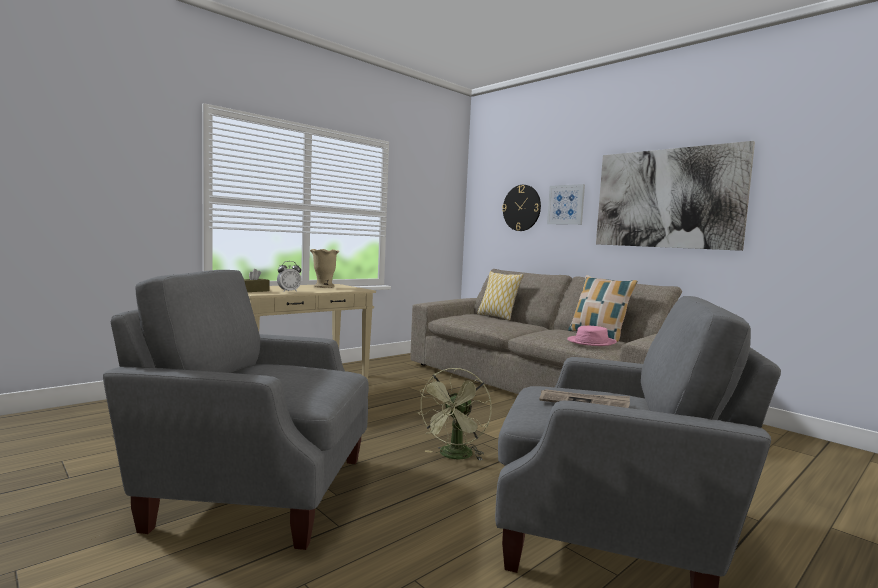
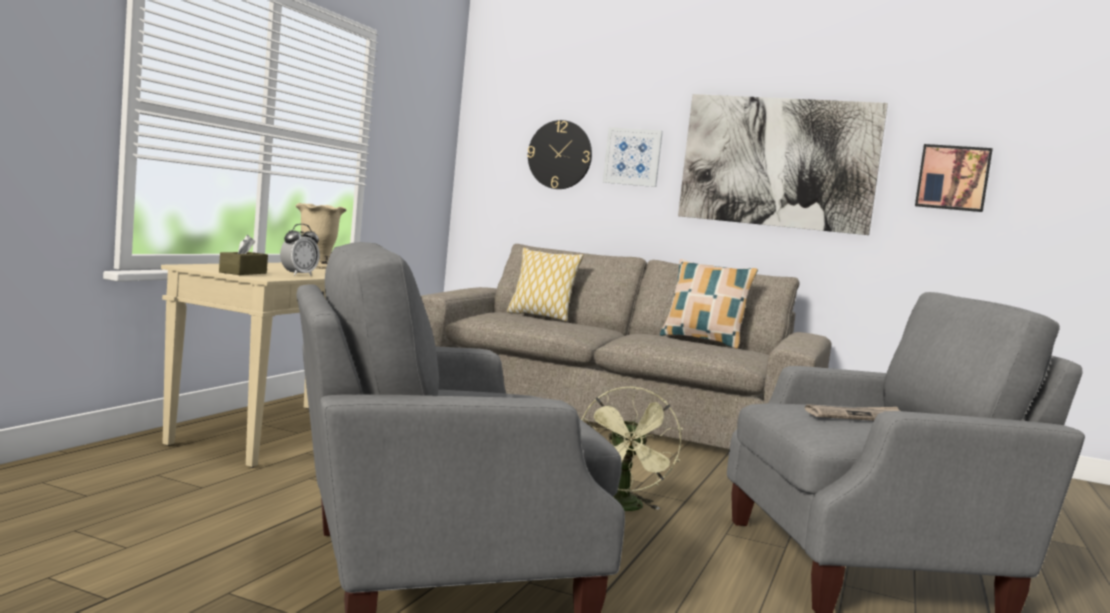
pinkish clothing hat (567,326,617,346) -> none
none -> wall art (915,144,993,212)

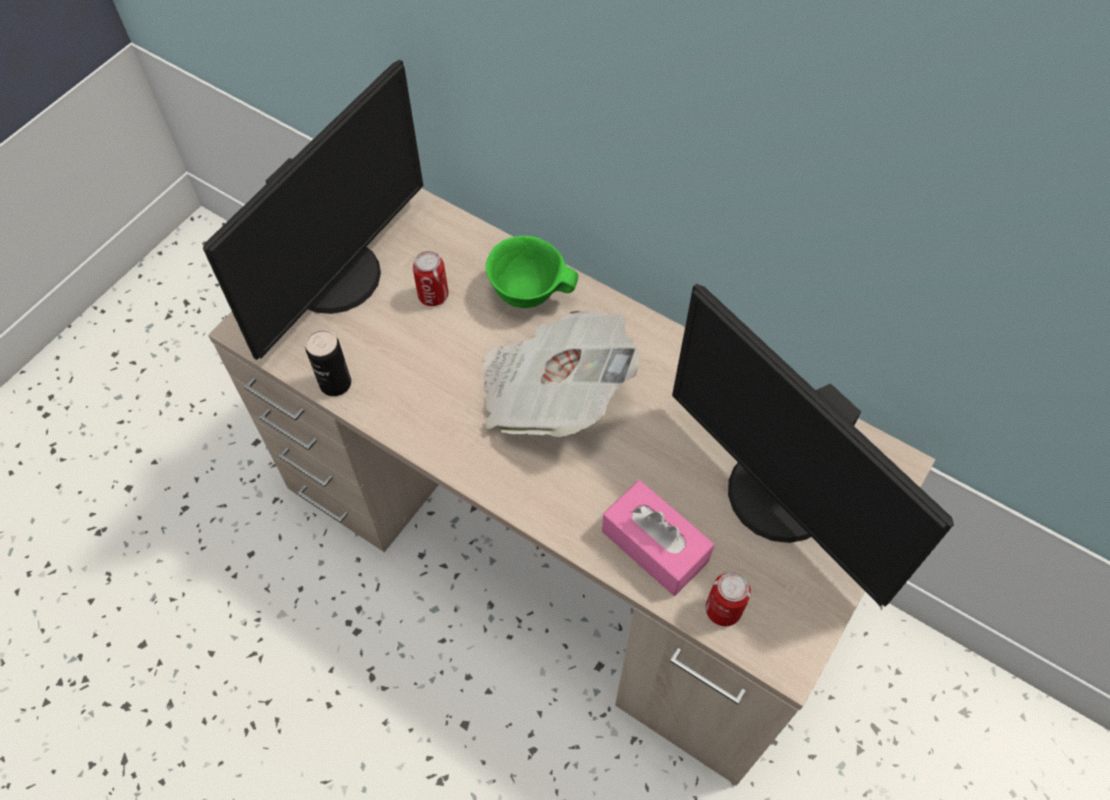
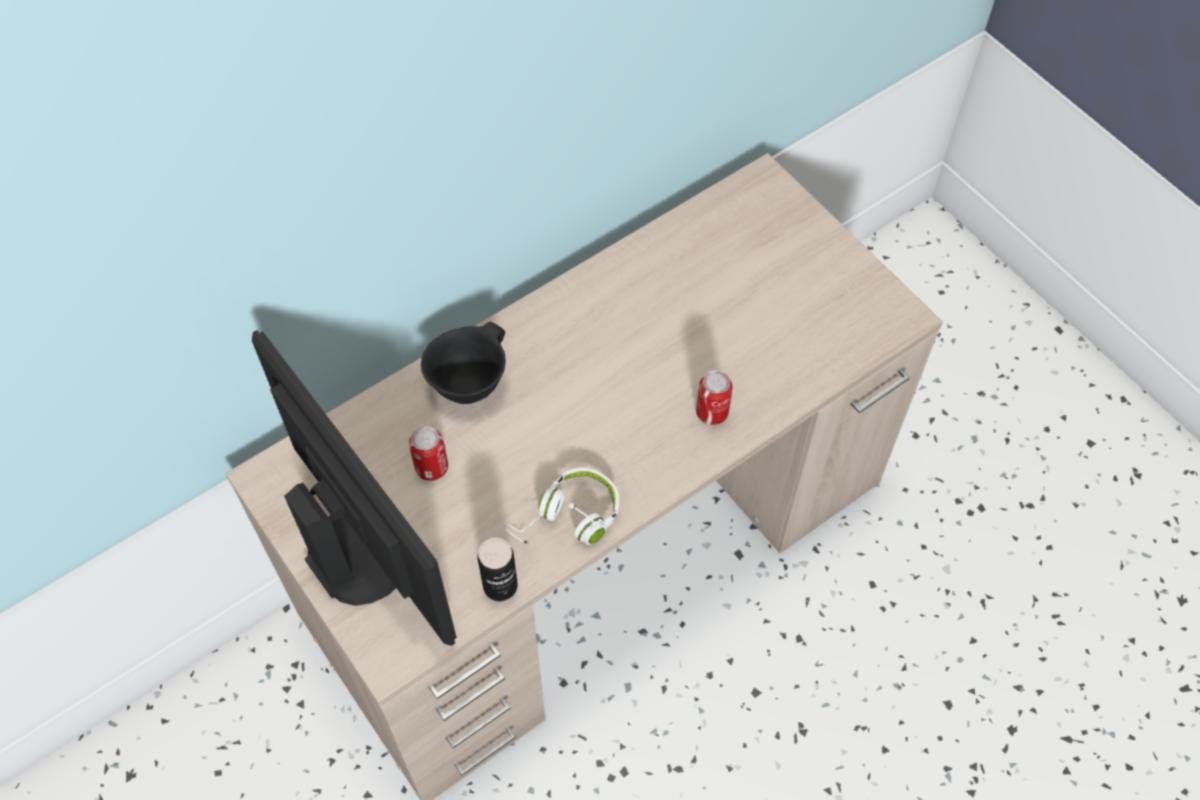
daily paper (483,310,639,437) -> none
green serving bowl (486,236,578,308) -> black serving bowl (421,322,506,404)
pinkish box of tissues (602,480,714,596) -> none
computer screen (672,284,954,607) -> none
sealed can (706,572,751,626) -> sealed can (696,370,733,425), shifted
none -> white-coloured pair of headphones (504,468,619,545)

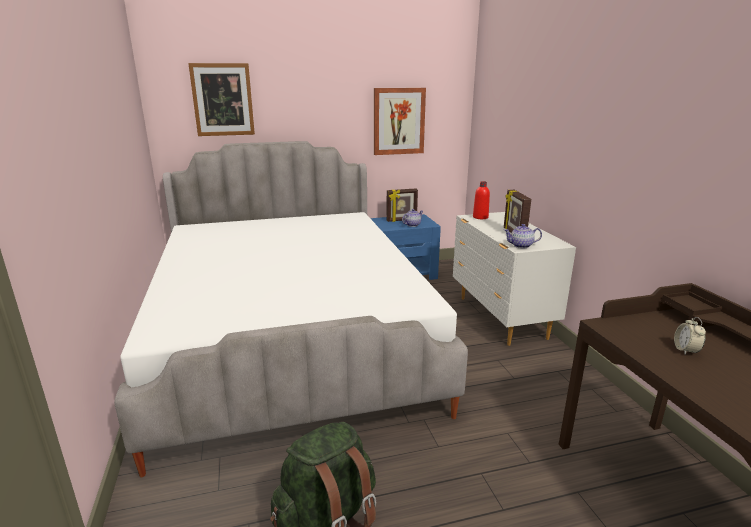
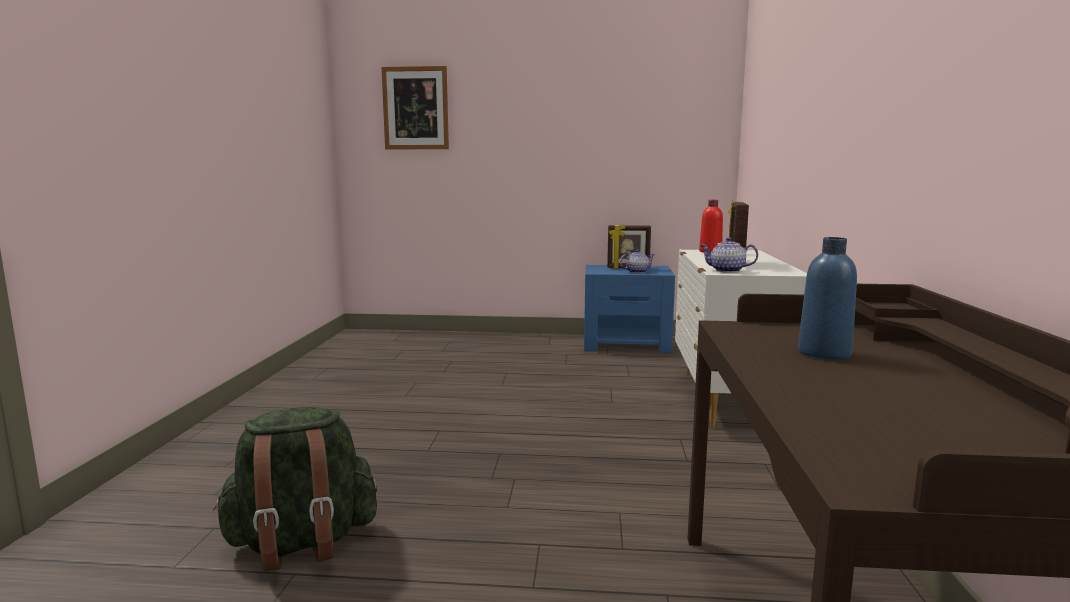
bed (114,141,468,477) -> none
wall art (374,88,426,155) -> none
table clock (674,317,706,355) -> bluish drink bottle (798,237,857,360)

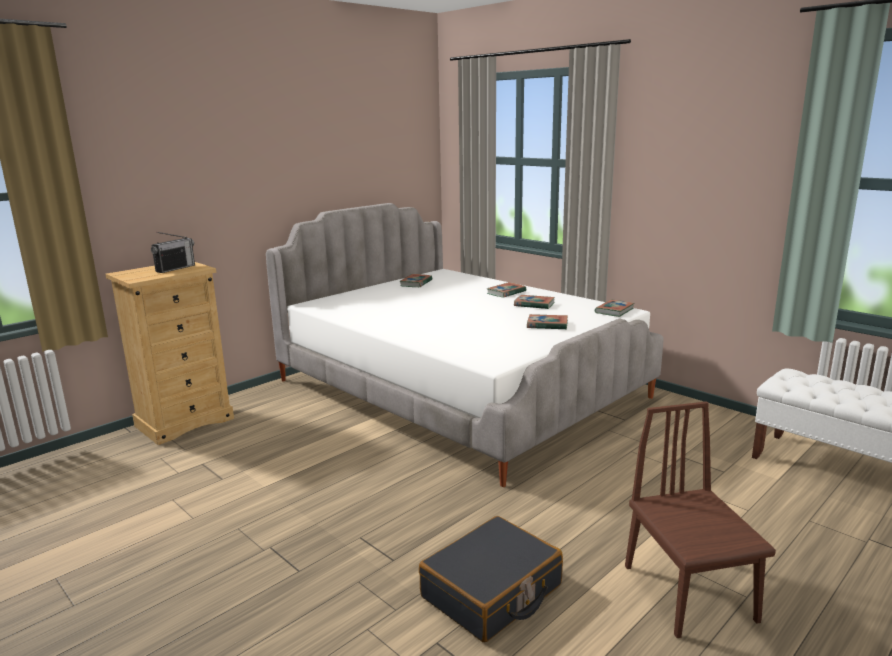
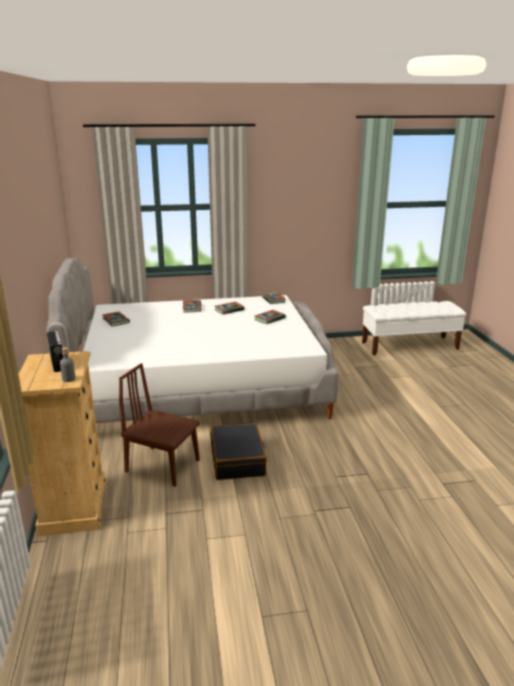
black piece of luggage (419,516,563,642) -> black piece of luggage (210,423,267,480), shifted
brown chair (625,401,776,638) -> brown chair (119,363,200,487), shifted
none -> greyish drink bottle (60,347,75,382)

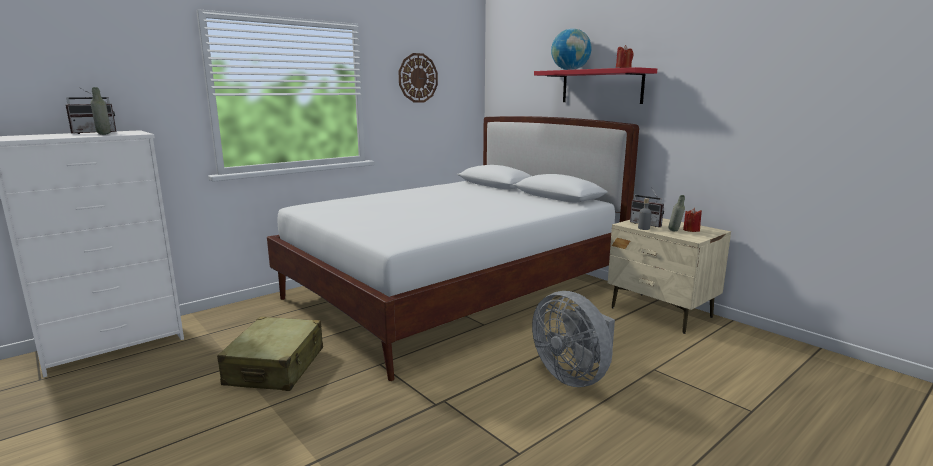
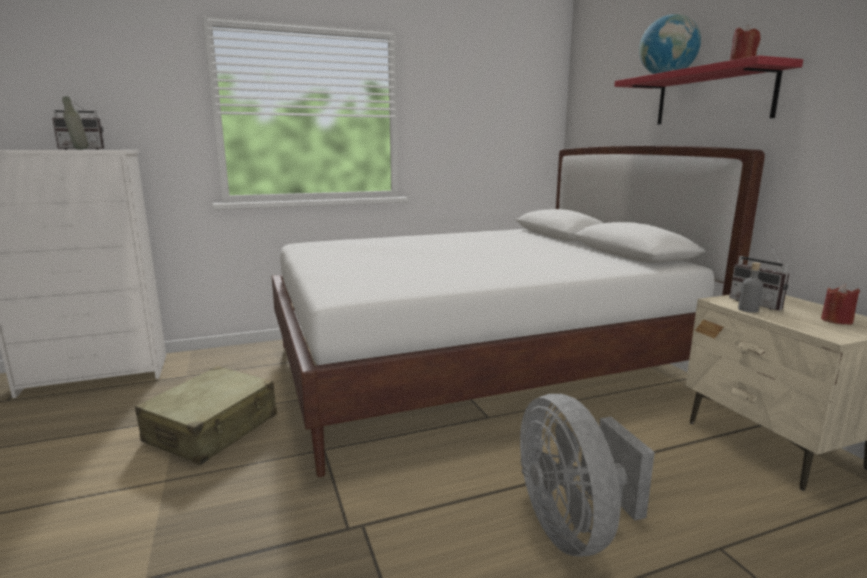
clock on the wall (399,53,438,103) -> none
greyish drink bottle (669,195,685,231) -> none

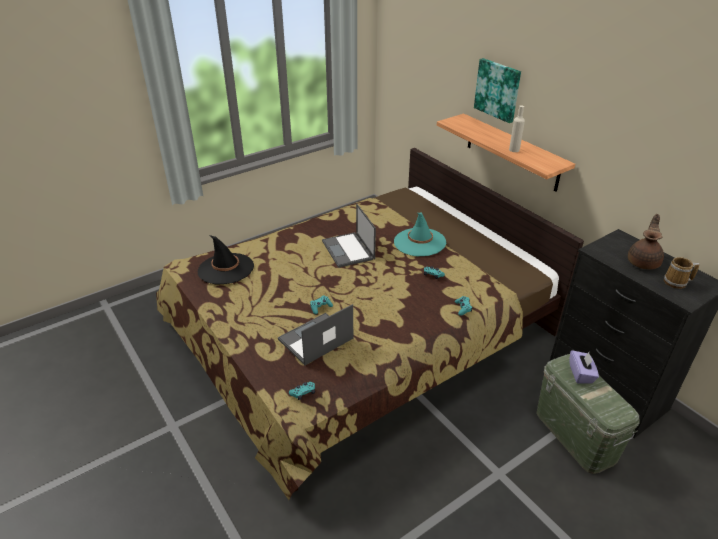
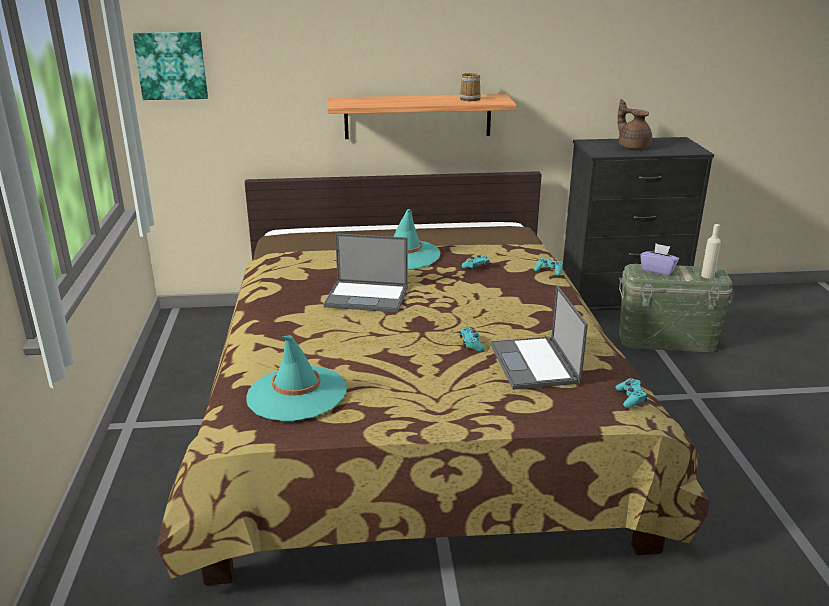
black clothing hat (198,235,254,284) -> blue-green clothing hat (246,335,347,421)
wall art (474,58,521,123) -> wall art (133,32,208,100), shifted
beige drink bottle (509,105,525,152) -> beige drink bottle (701,224,721,279), shifted
tea mug (664,257,699,289) -> tea mug (460,73,481,101), shifted

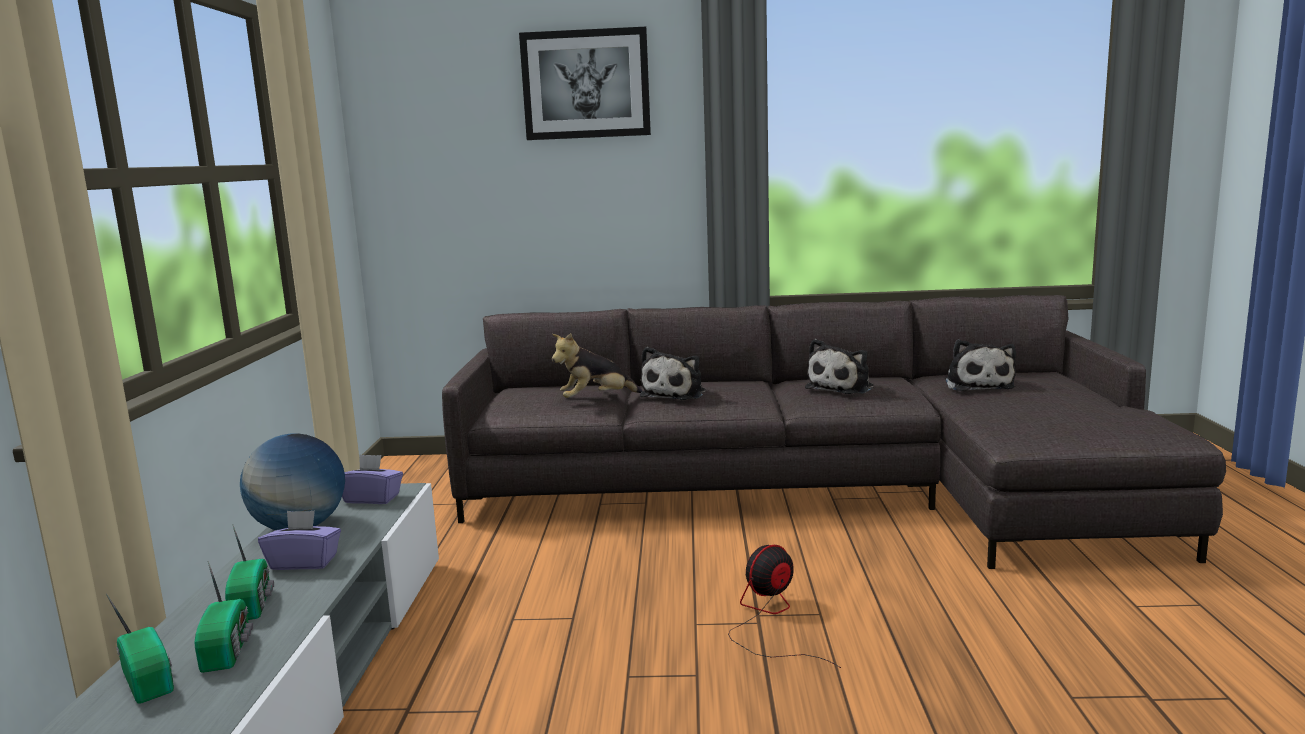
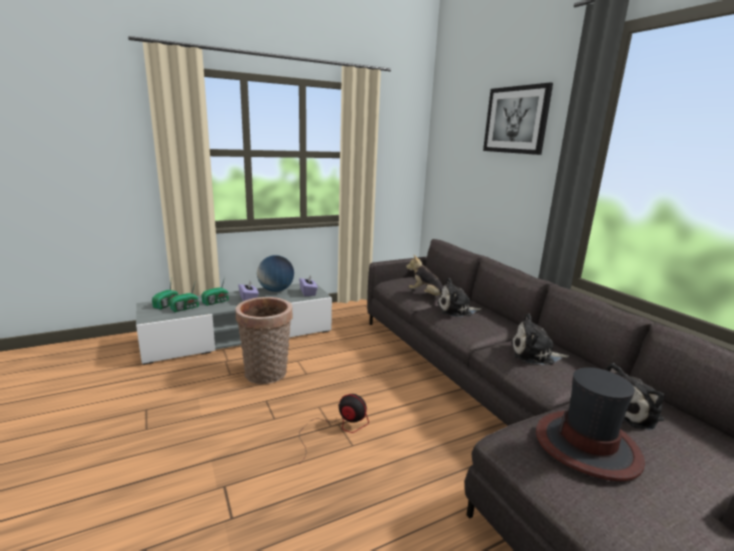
none -> household basket (236,297,292,384)
none -> clothing hat (536,367,645,481)

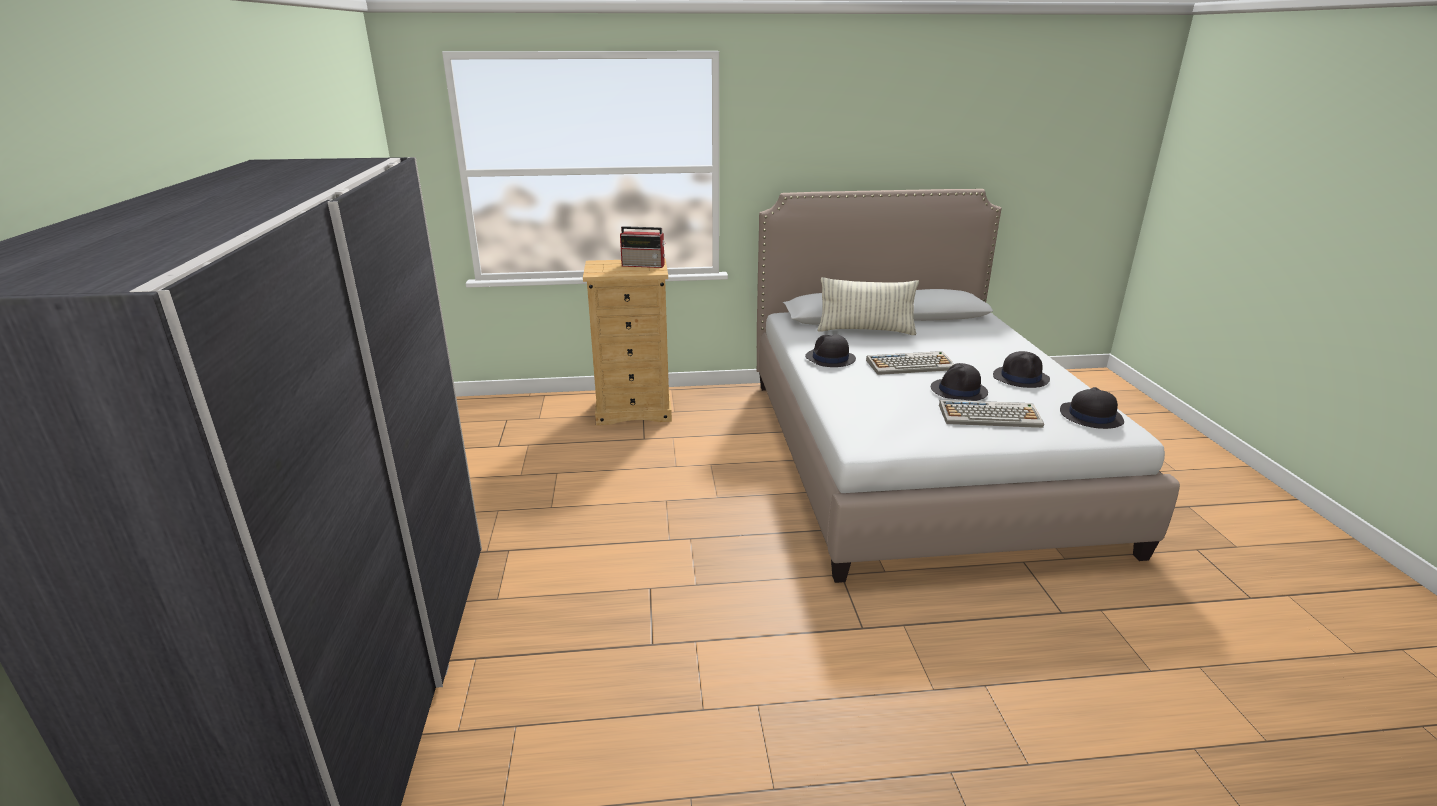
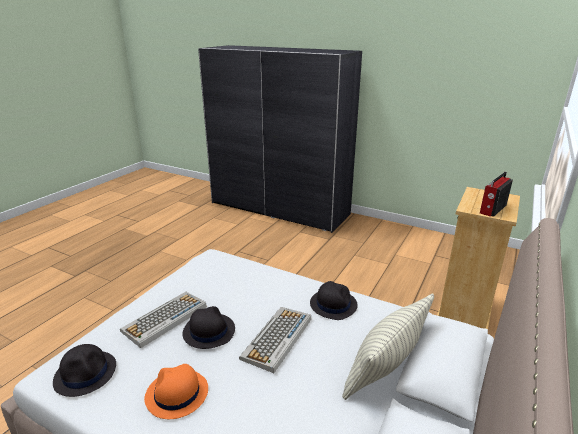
black clothing hat (993,351,1050,388) -> orange-coloured clothing hat (144,364,208,419)

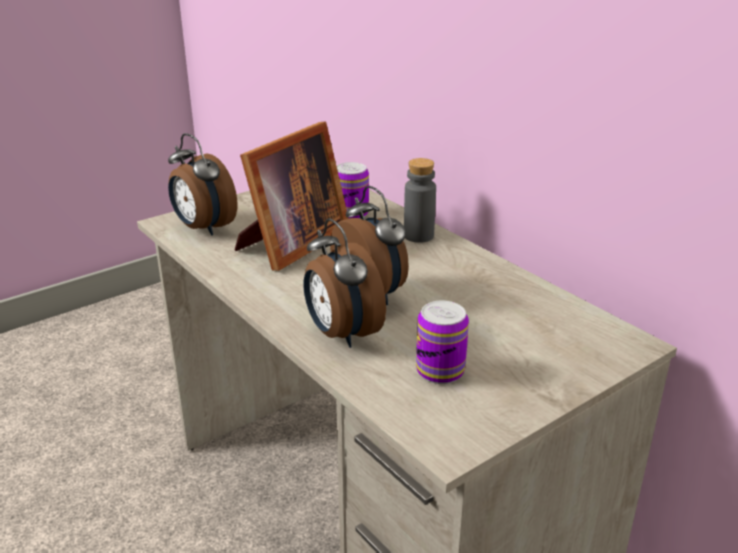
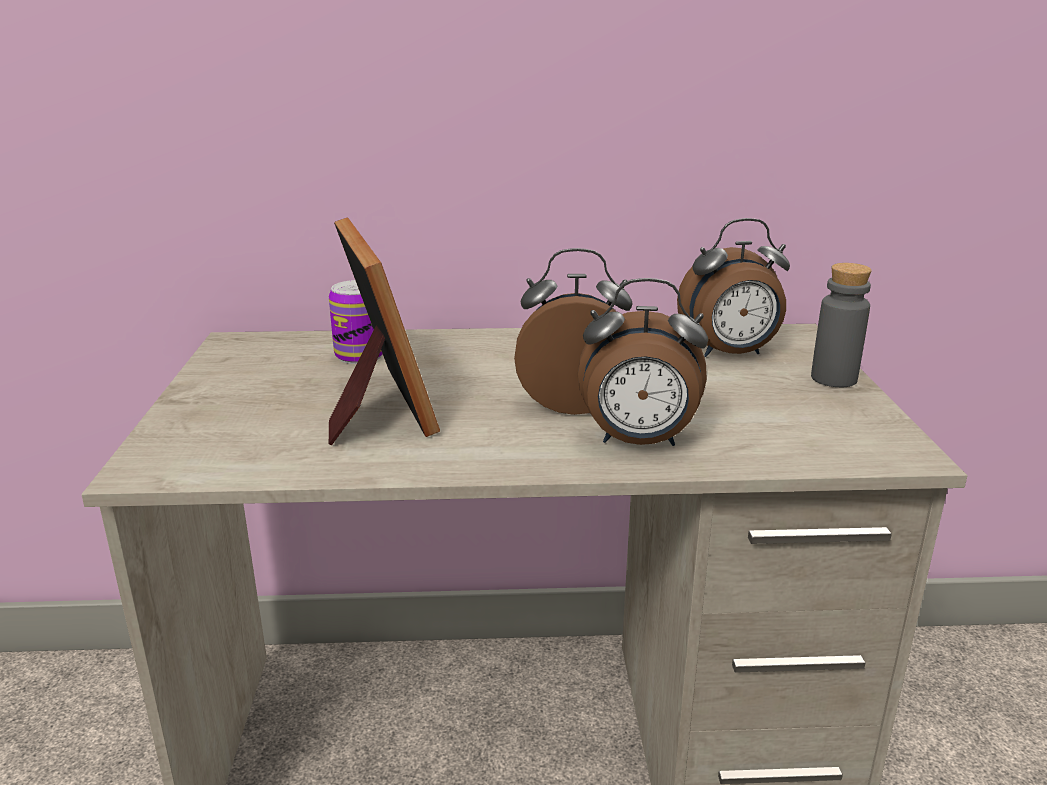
table clock (168,133,237,235) -> table clock (677,218,790,357), shifted
greyish drink bottle (404,158,436,243) -> greyish drink bottle (811,263,872,387), shifted
sealed can (416,300,469,384) -> none

